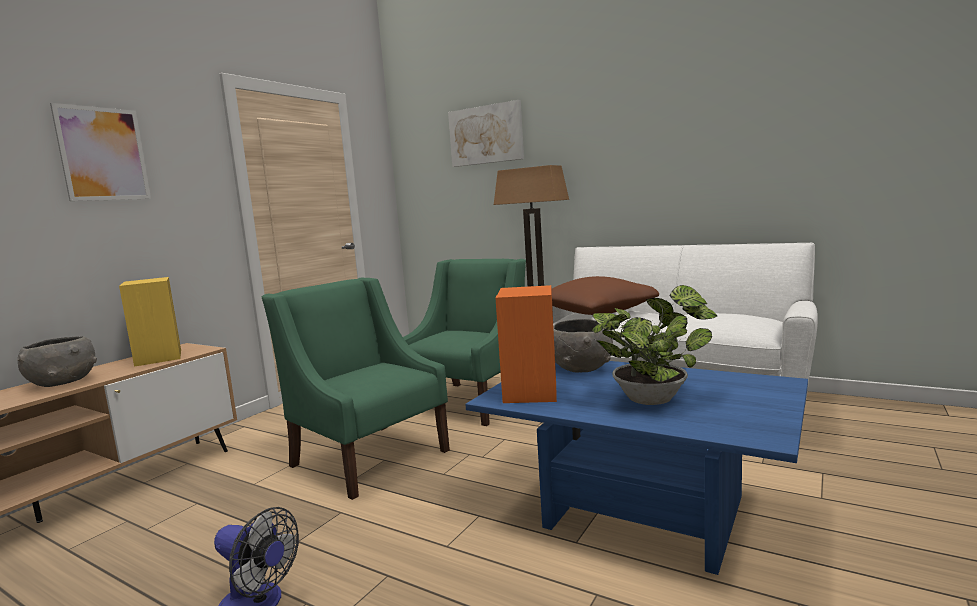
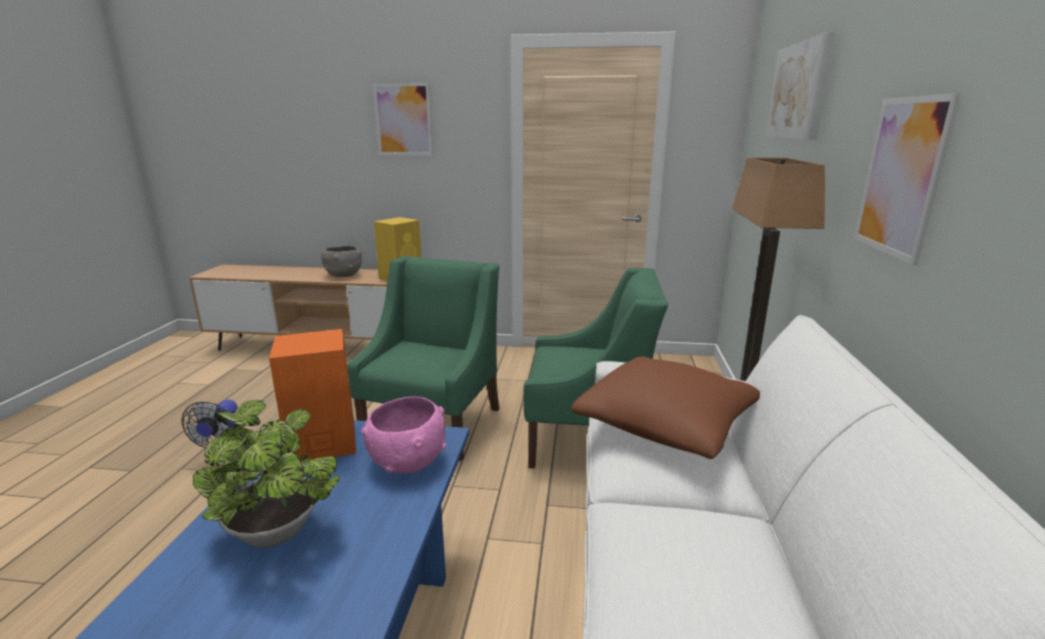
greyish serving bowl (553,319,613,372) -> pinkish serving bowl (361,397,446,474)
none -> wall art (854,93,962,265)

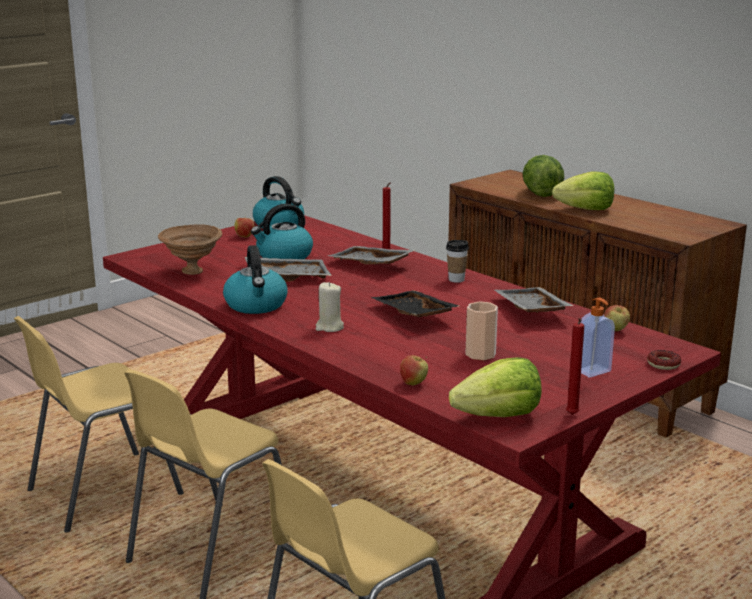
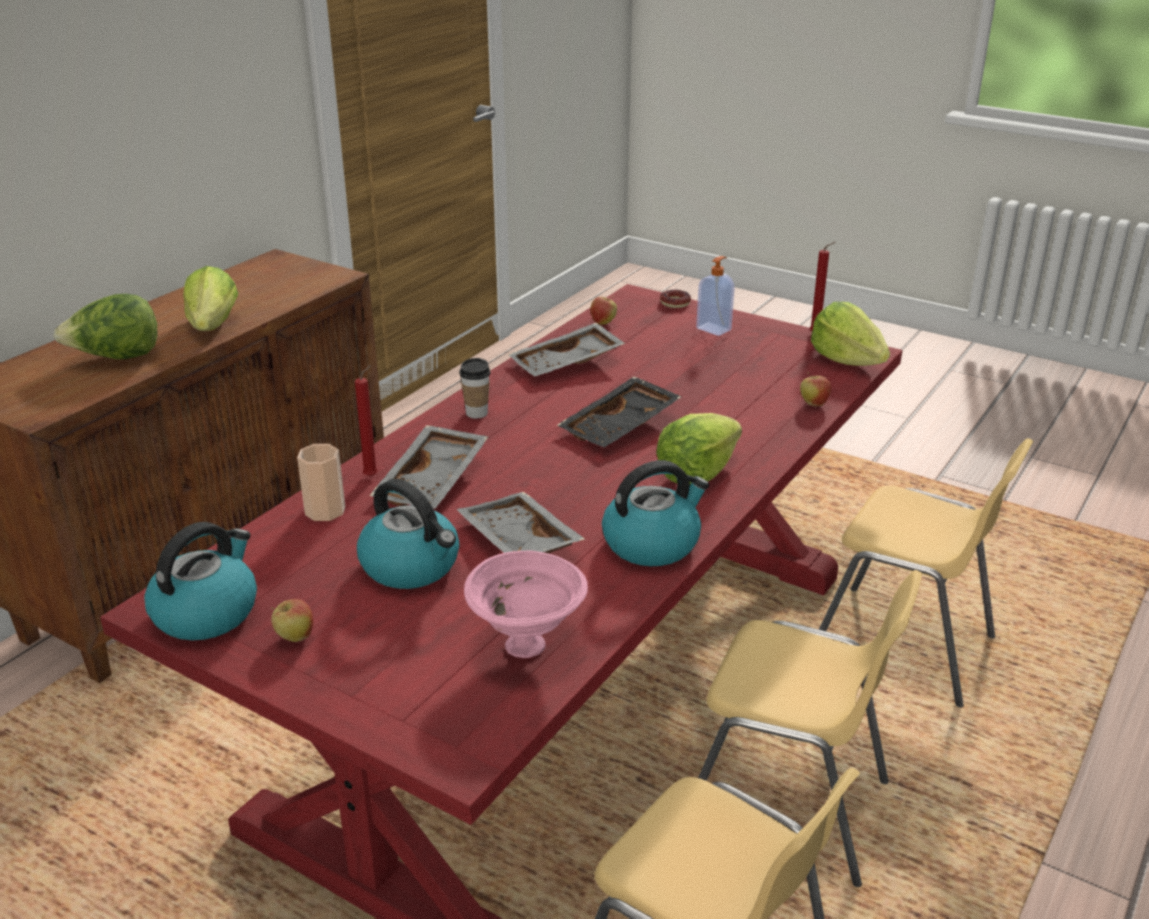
brown serving bowl (158,224,222,275) -> pinkish serving bowl (464,550,588,658)
beige wax candle (316,282,344,332) -> lettuce head (656,413,742,484)
small cup (465,301,498,360) -> small cup (297,444,345,521), shifted

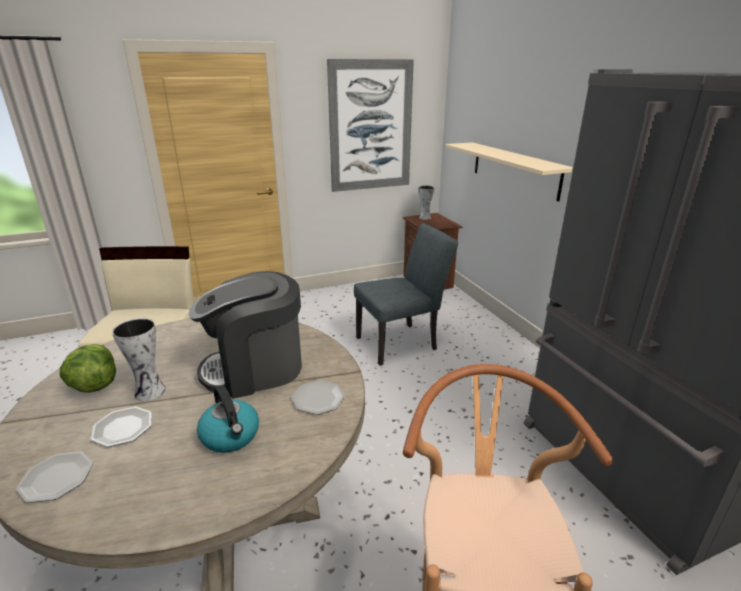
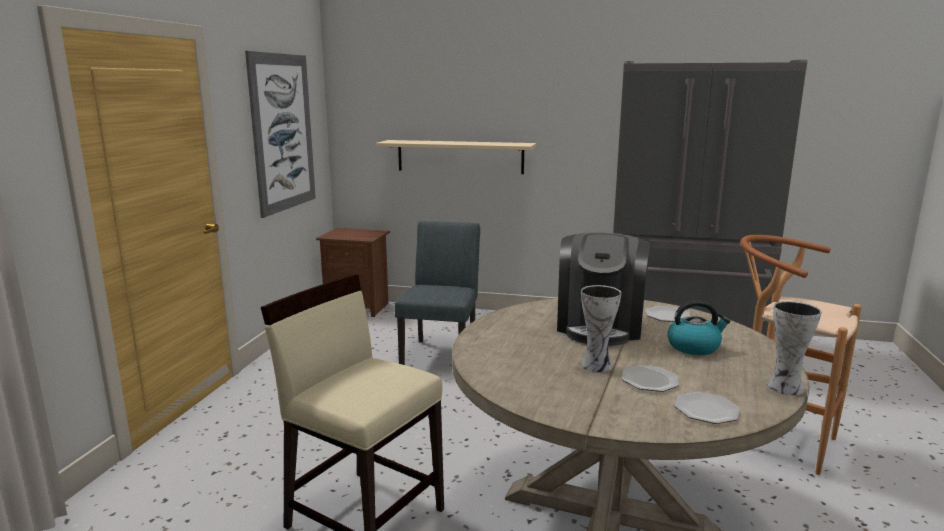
lettuce head (60,344,116,393) -> none
vase (419,185,434,220) -> vase (768,301,822,395), shifted

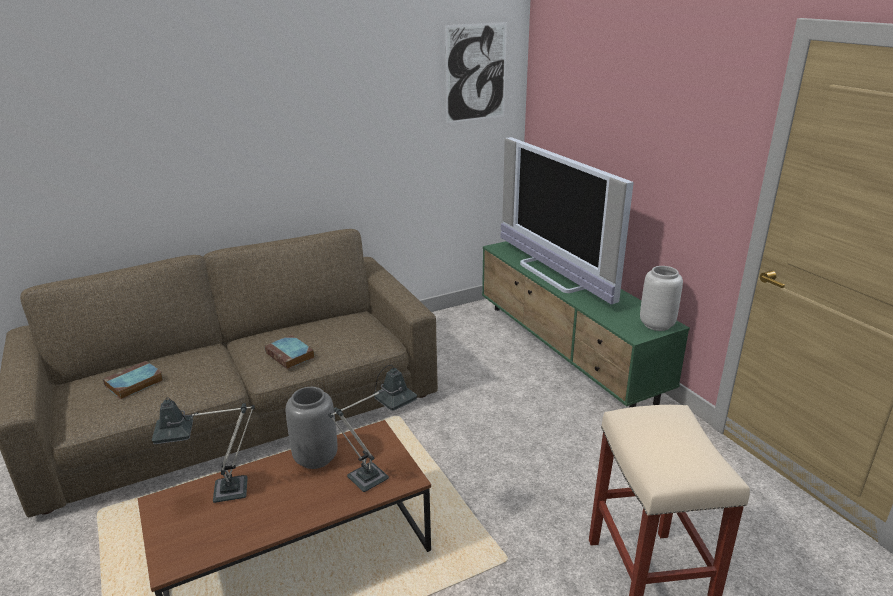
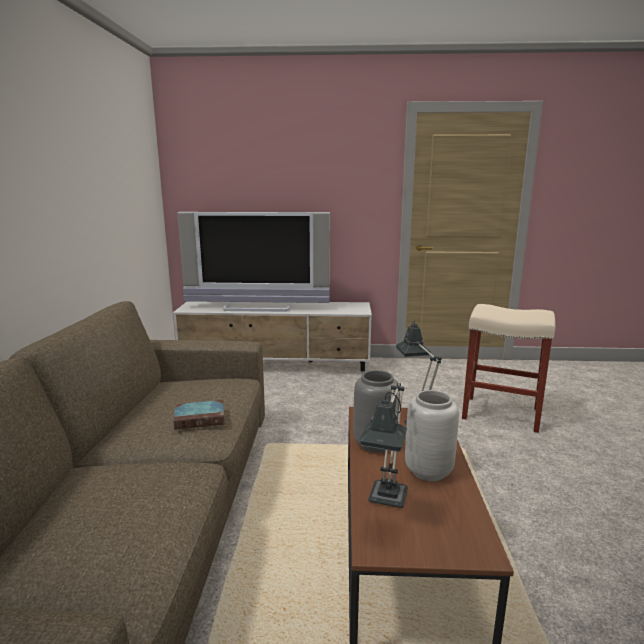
bound book (103,361,163,400) -> none
wall art (445,22,507,123) -> none
green tv unit (482,241,690,408) -> white-coloured tv unit (173,301,372,371)
greyish vase (640,266,683,331) -> greyish vase (405,390,459,481), shifted

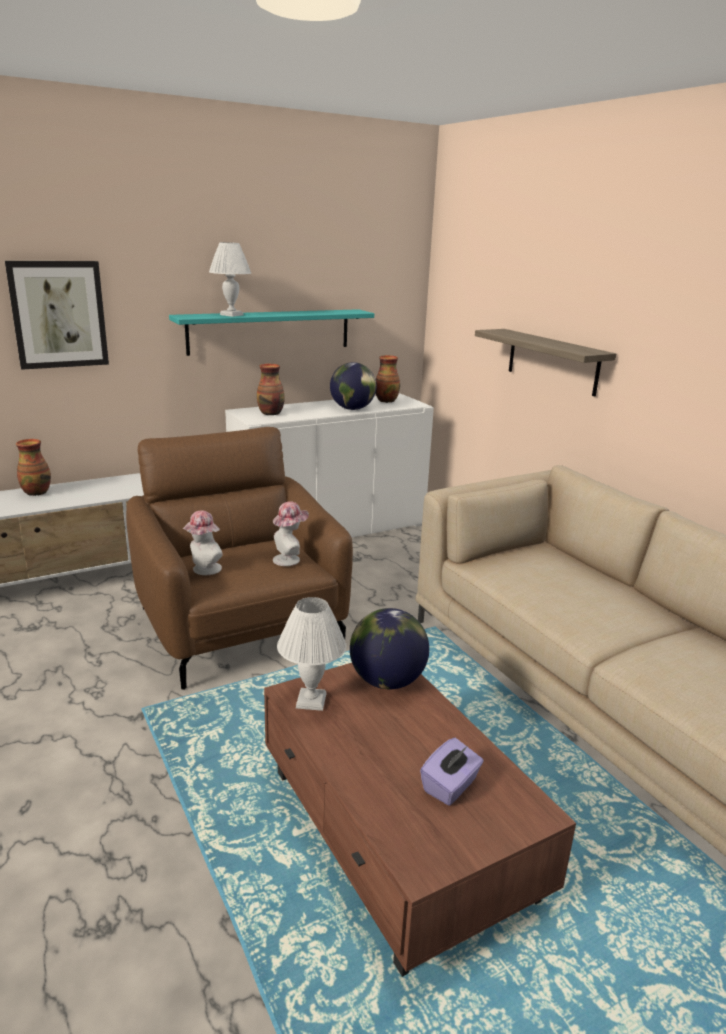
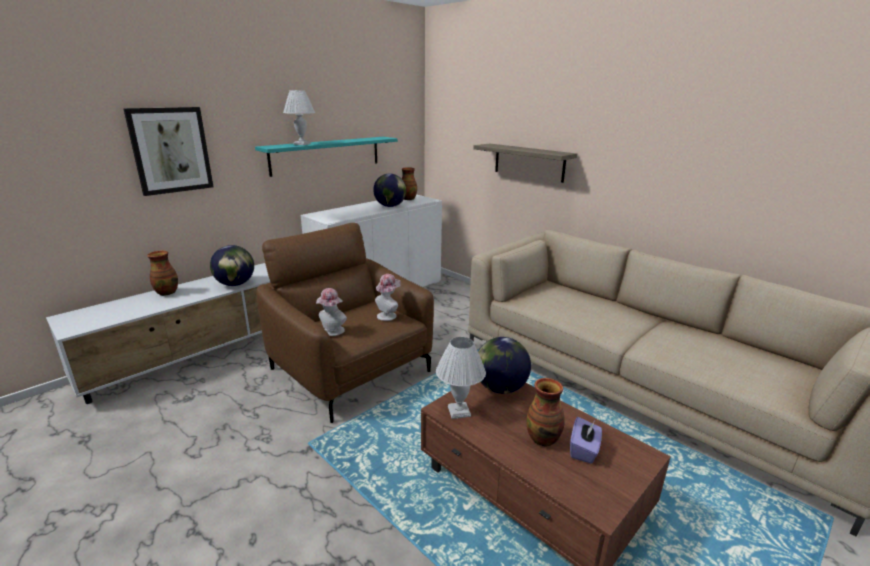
vase (257,364,285,415) -> vase (527,378,565,447), shifted
none -> globe (210,245,254,286)

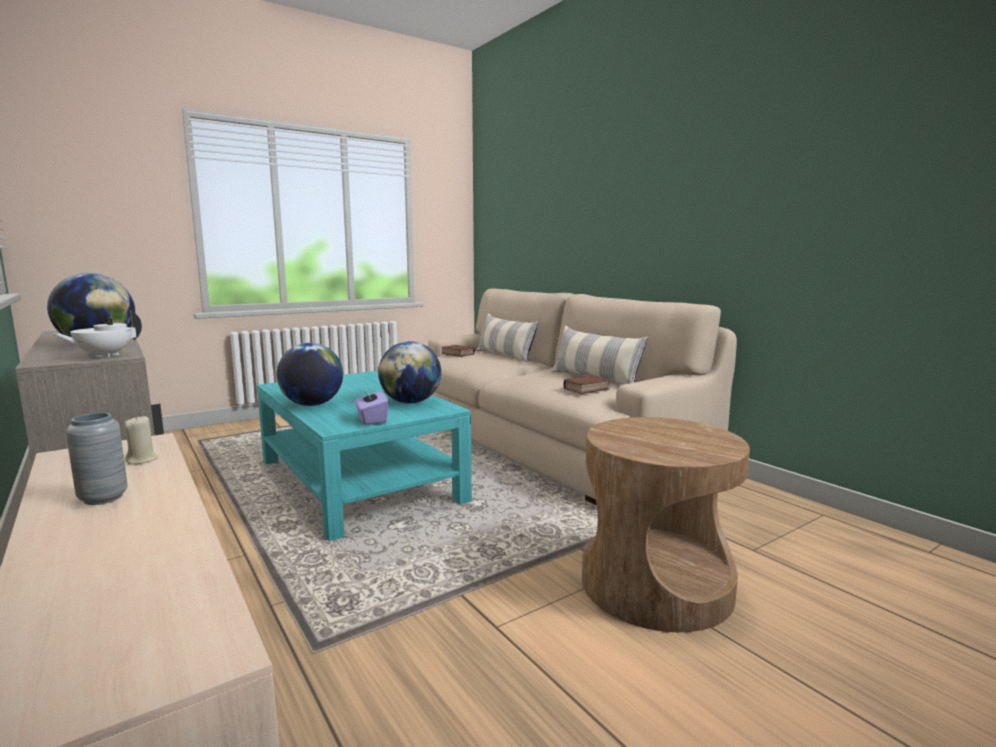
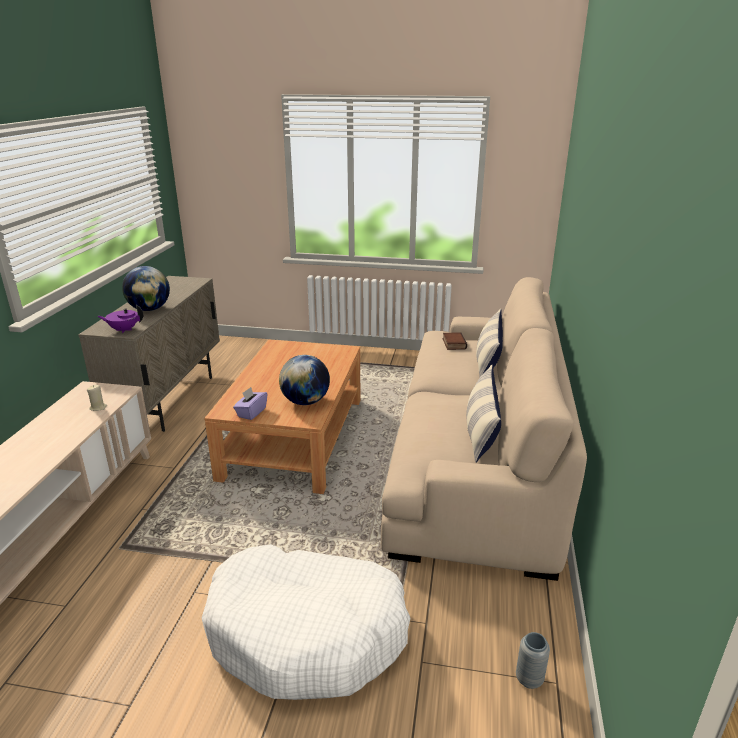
white-coloured teapot (54,310,142,358) -> purplish teapot (97,305,143,333)
greyish vase (66,413,128,505) -> greyish vase (516,632,550,689), shifted
blue-green coffee table (257,371,472,541) -> brown coffee table (204,340,360,494)
globe (277,343,343,406) -> none
bound book (563,376,610,394) -> none
brown side table (582,417,750,632) -> white-coloured pet bed (202,544,410,700)

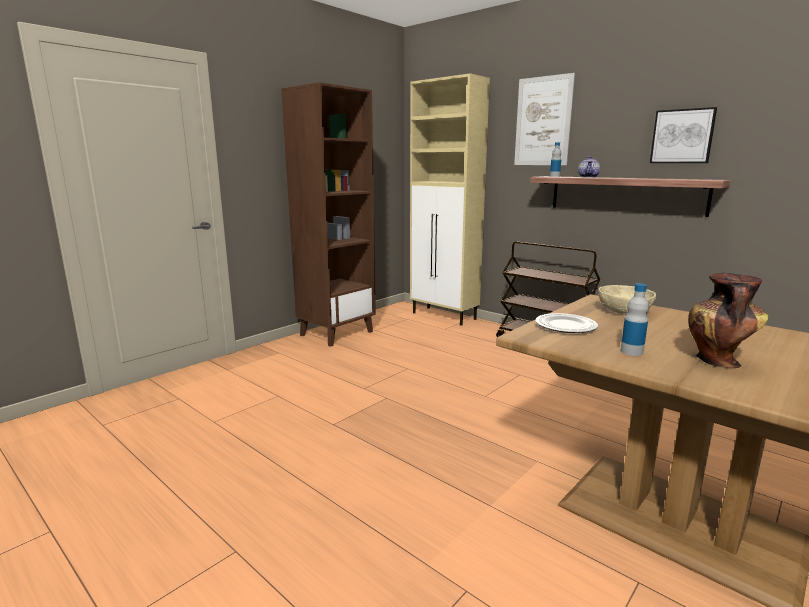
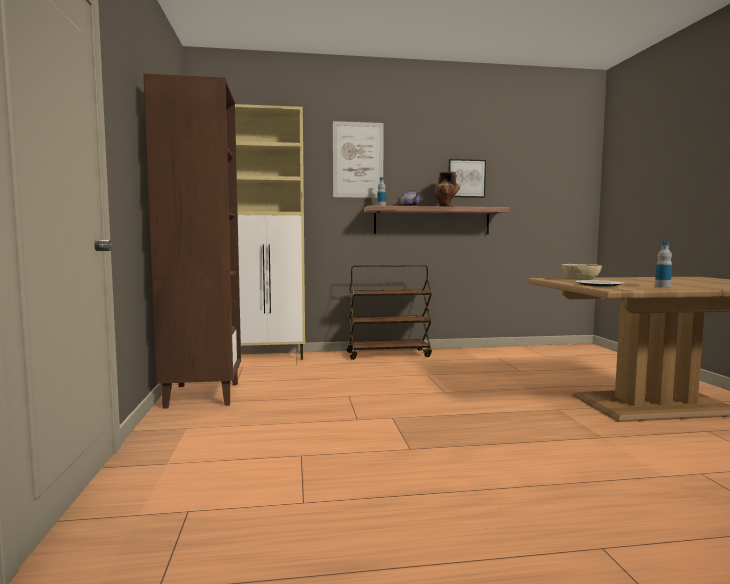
vase (688,273,769,368) -> vase (433,172,460,207), shifted

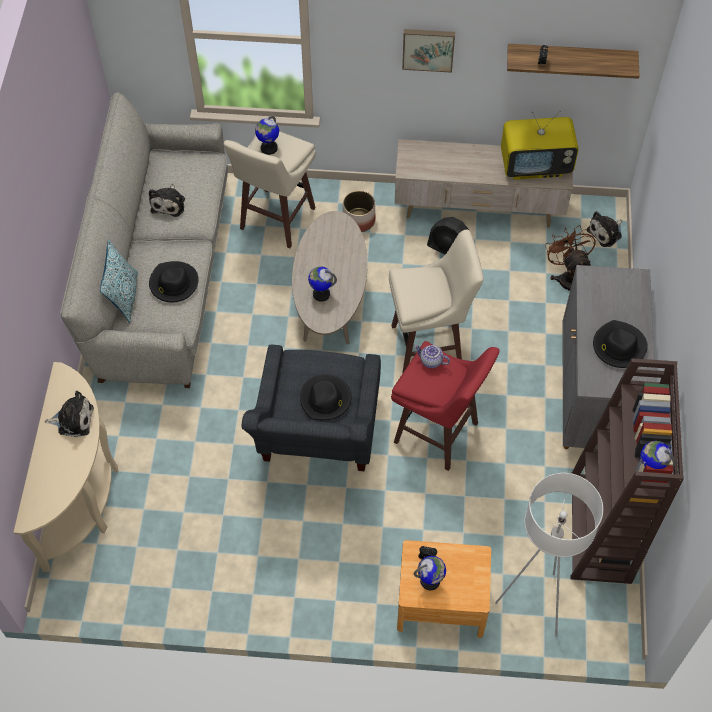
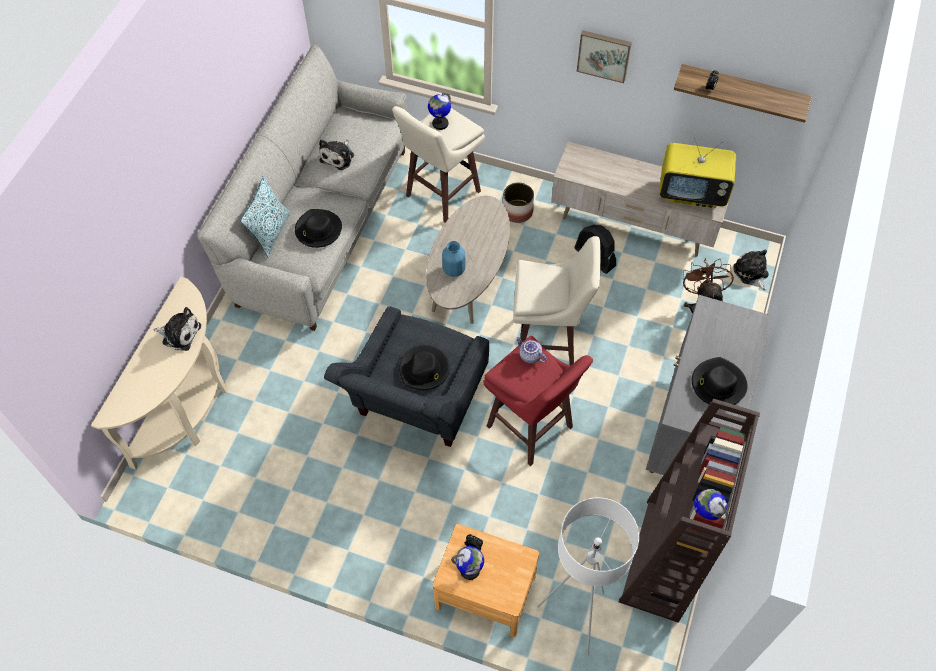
globe (308,267,337,302) -> bluish vase (442,241,465,277)
soft toy (587,211,622,247) -> soft toy (733,250,769,291), 90 degrees clockwise

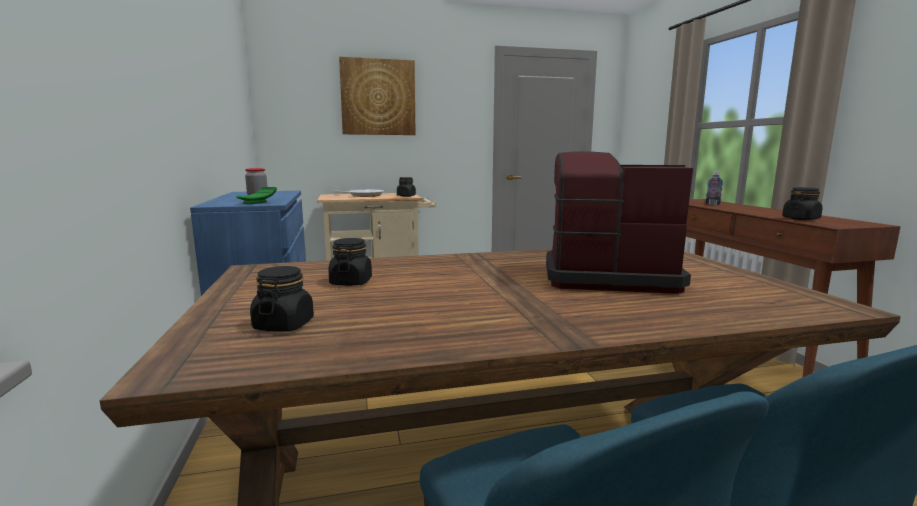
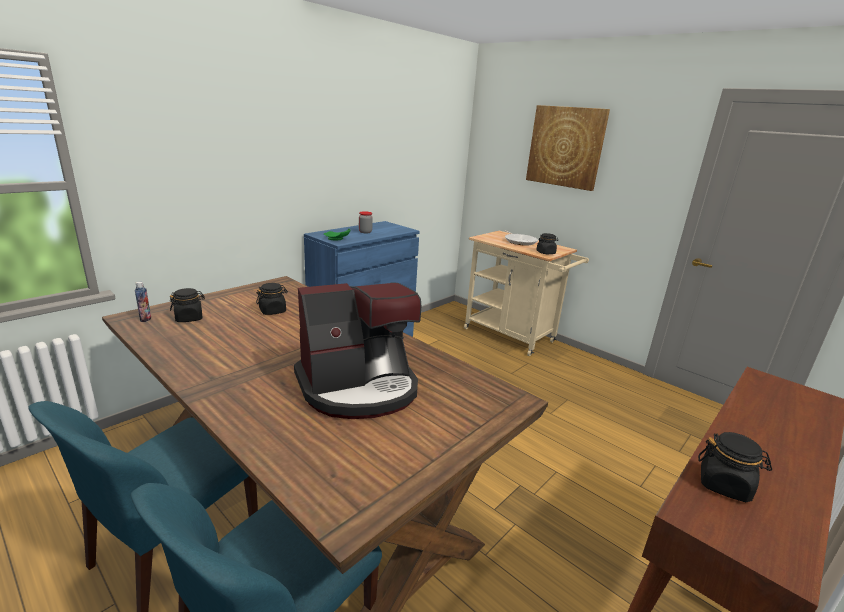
coffee machine (546,151,693,294) -> coffee machine (294,283,421,419), 90 degrees clockwise
drink bottle (705,172,723,205) -> drink bottle (135,282,151,322), shifted

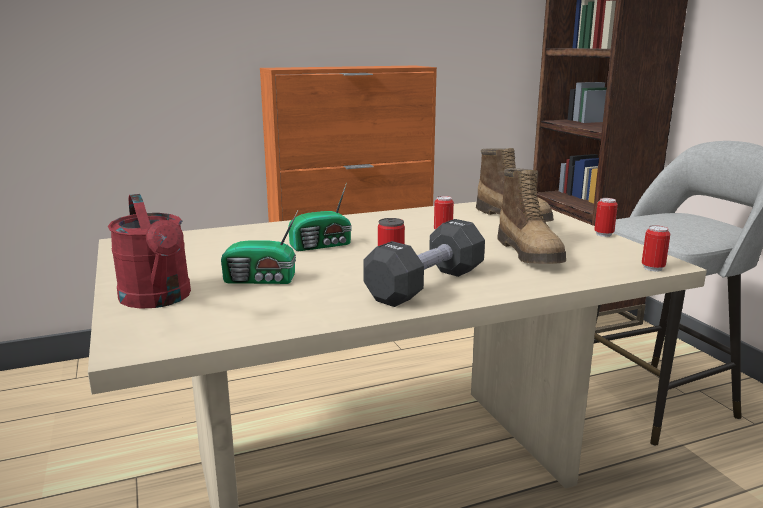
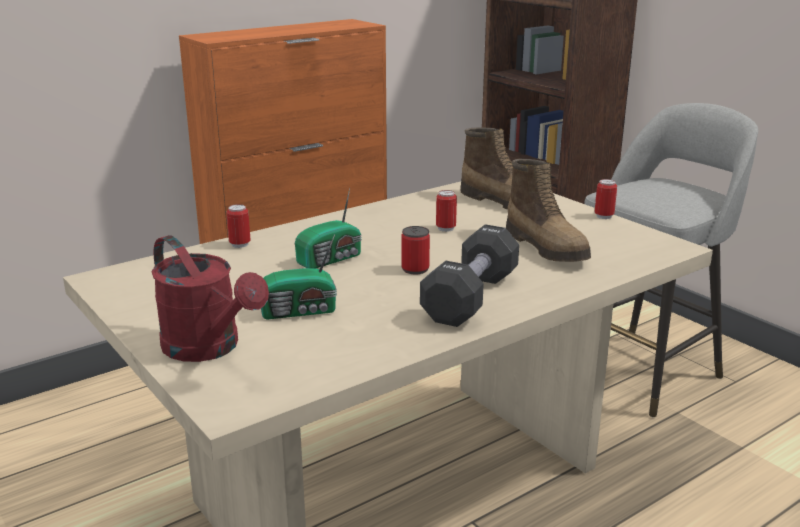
sealed can (642,225,670,271) -> sealed can (227,204,251,248), shifted

